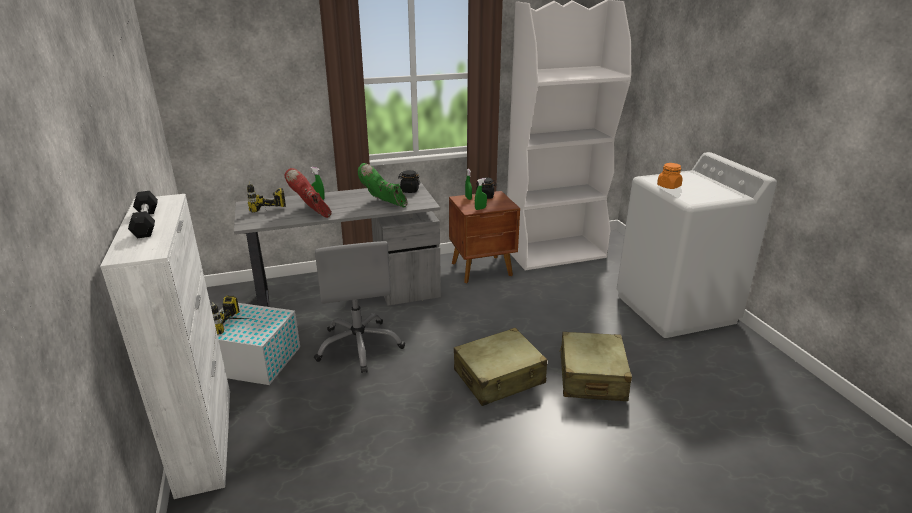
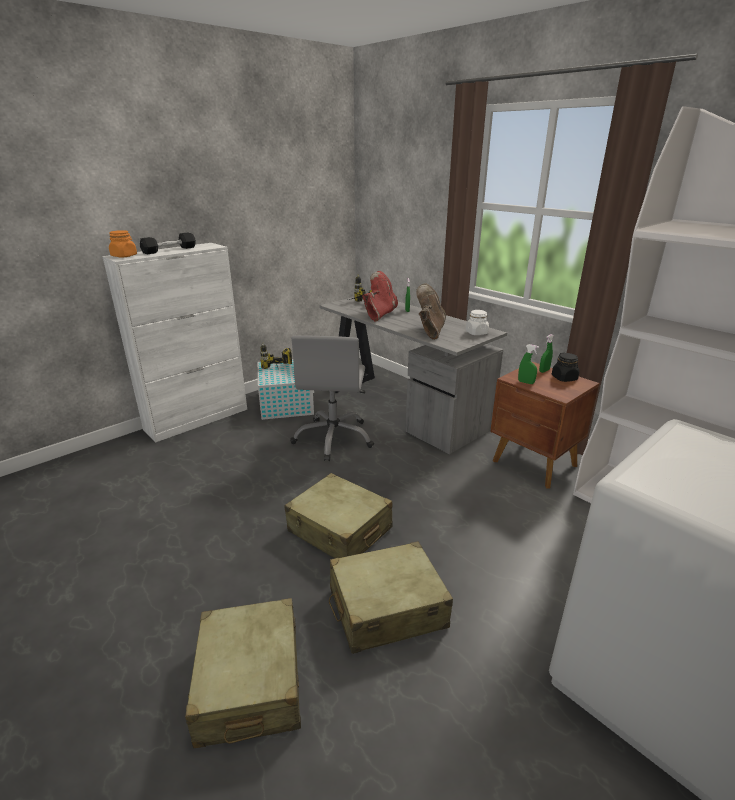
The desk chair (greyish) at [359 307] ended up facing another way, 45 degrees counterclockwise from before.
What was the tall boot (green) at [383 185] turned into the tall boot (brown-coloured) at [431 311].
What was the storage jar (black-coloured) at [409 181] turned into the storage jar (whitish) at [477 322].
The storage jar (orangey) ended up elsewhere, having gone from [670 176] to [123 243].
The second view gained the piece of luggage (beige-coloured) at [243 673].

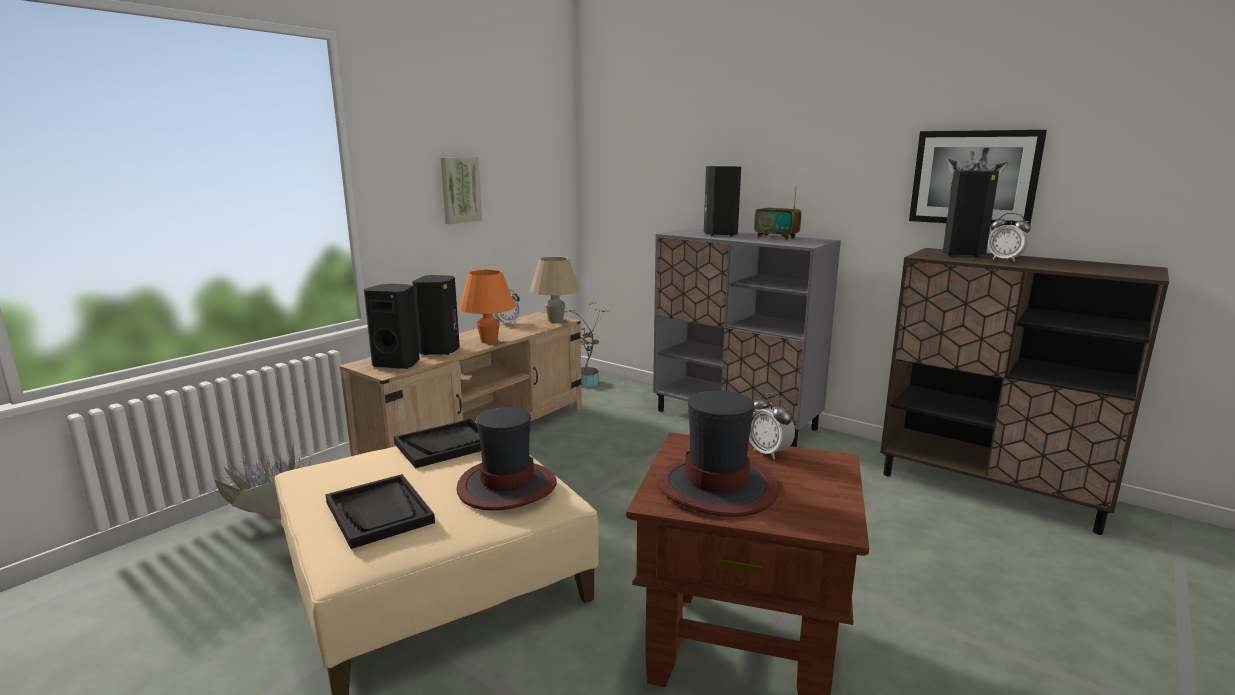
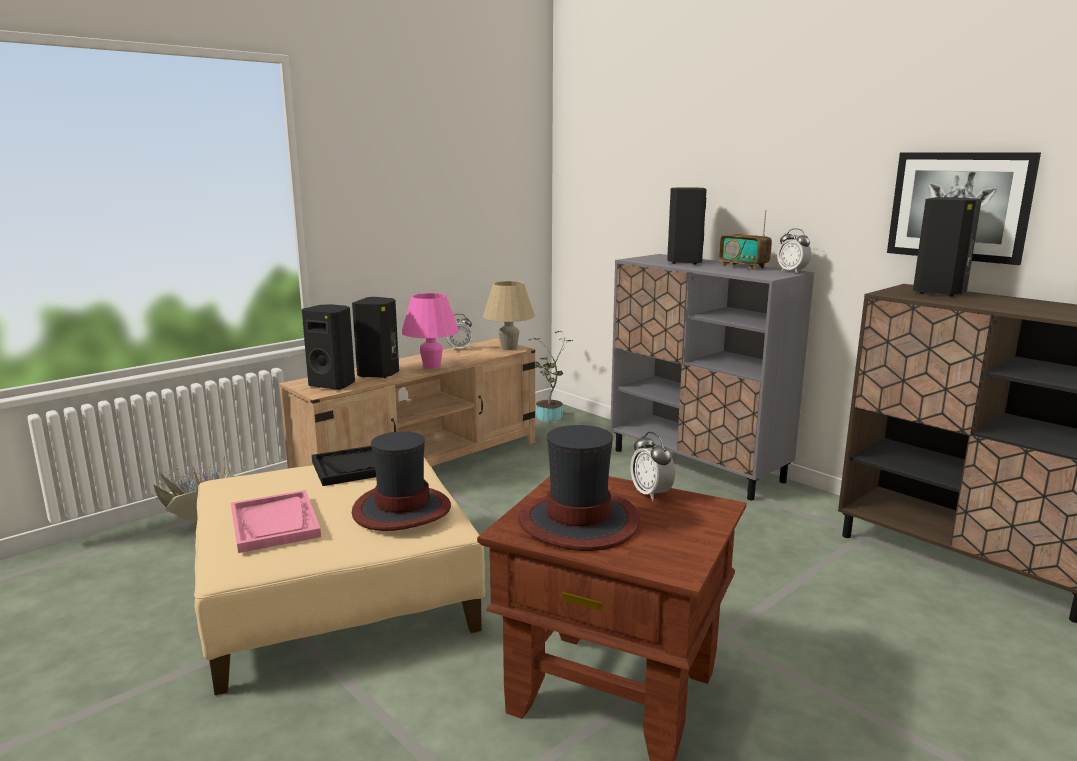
What was the tray (black-coloured) at [380 511] turned into the tray (pink) at [276 521].
The second view lost the wall art at [461 190].
What was the table lamp (orangey) at [487 306] turned into the table lamp (pink) at [430 331].
The alarm clock ended up elsewhere, having gone from [1009 237] to [794 250].

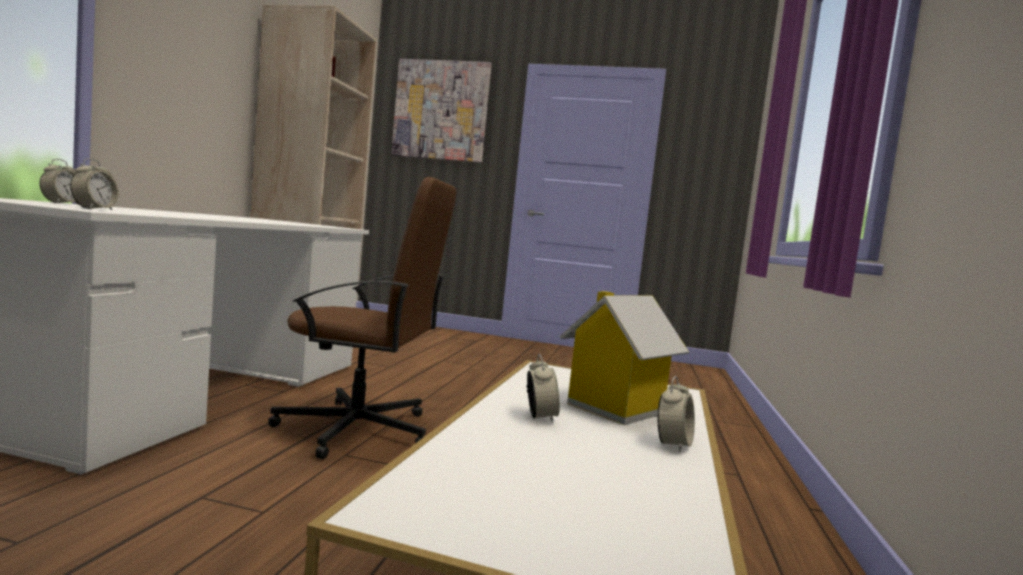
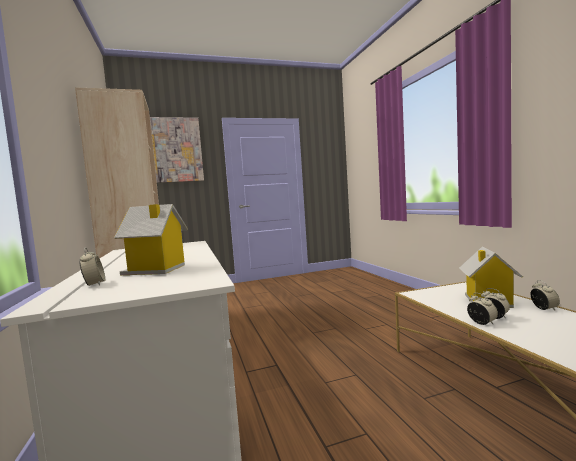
The alarm clock ended up elsewhere, having gone from [94 184] to [482 309].
The second view lost the desk chair (brown-coloured) at [362 318].
The second view gained the toy house at [151 239].

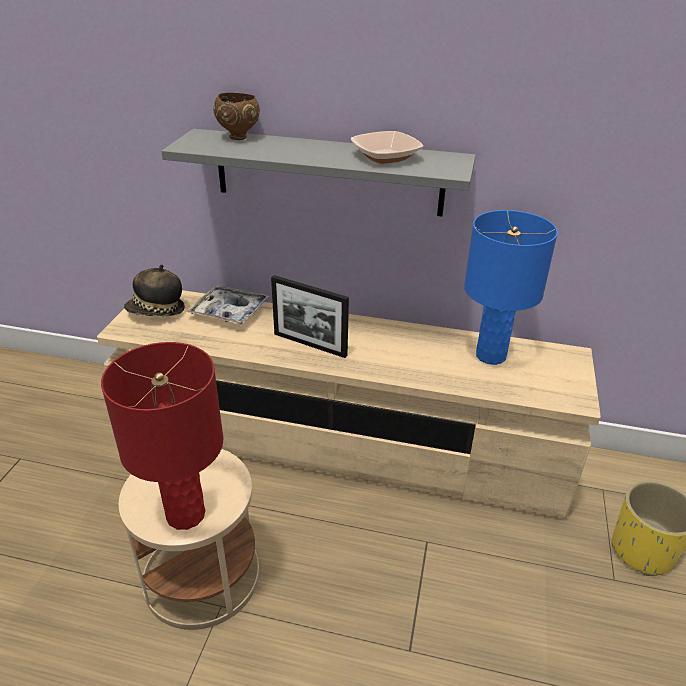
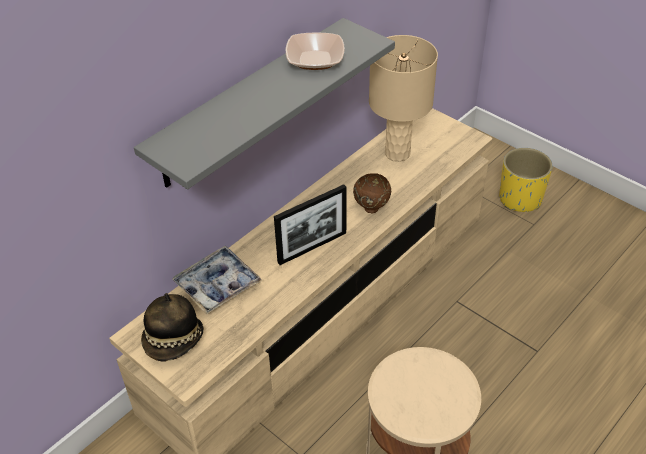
The second view lost the table lamp (reddish) at [162 436].
The serving bowl (brown-coloured) ended up elsewhere, having gone from [237 116] to [372 193].
What was the table lamp (blue) at [511 287] turned into the table lamp (beige-coloured) at [403 98].

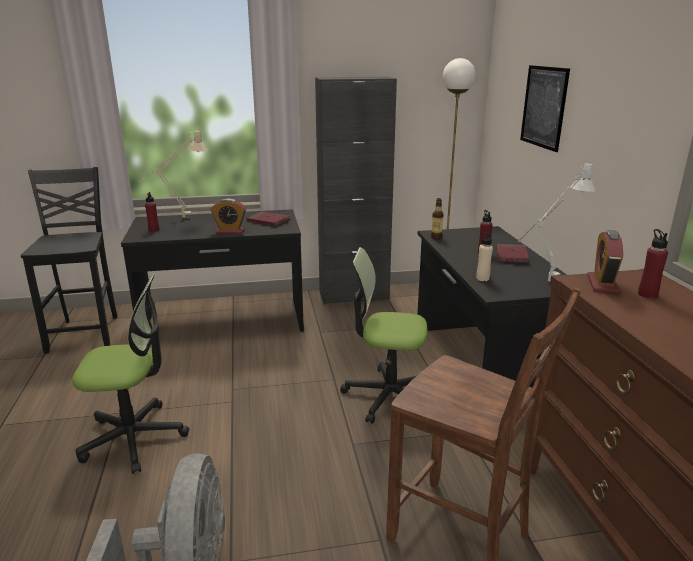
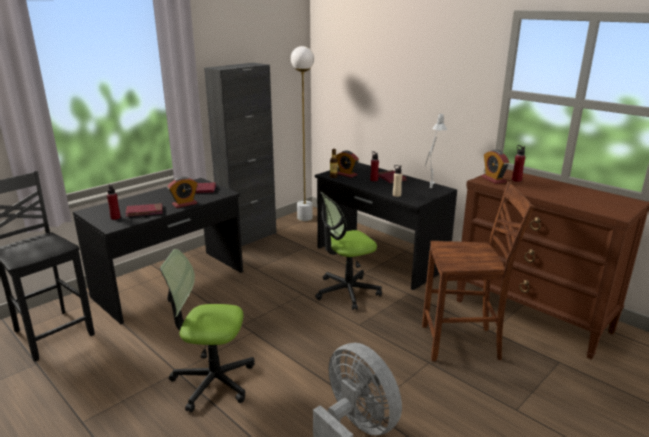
The desk chair at [130 374] ended up facing another way, 135 degrees counterclockwise from before.
The second view lost the table lamp (beige-coloured) at [173 174].
The second view lost the wall art at [545 108].
The second view gained the bound book (reddish) at [144 210].
The second view gained the alarm clock at [347 164].

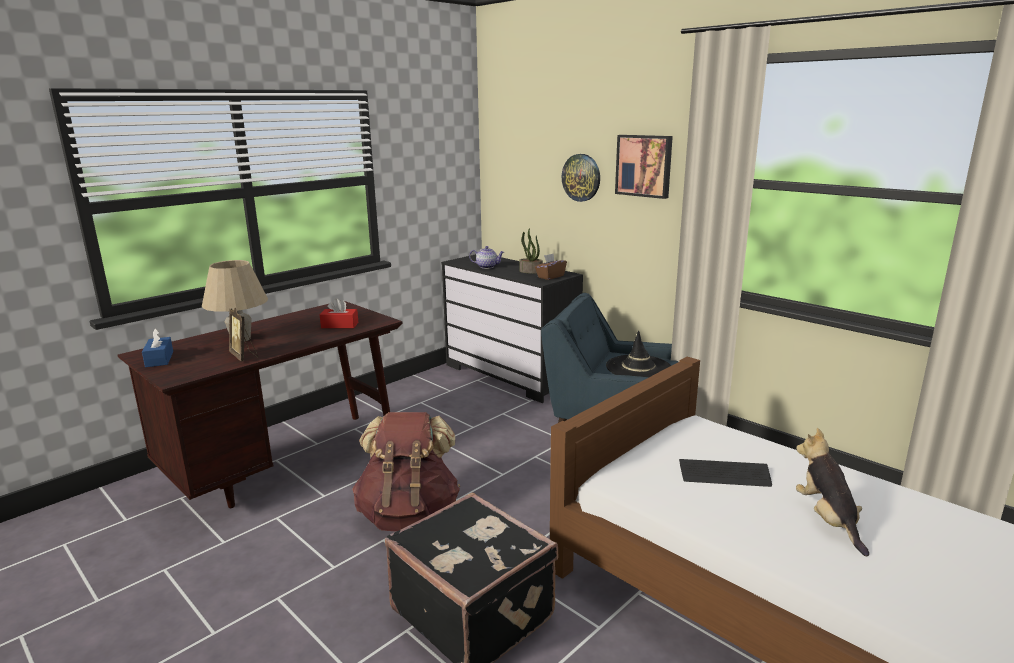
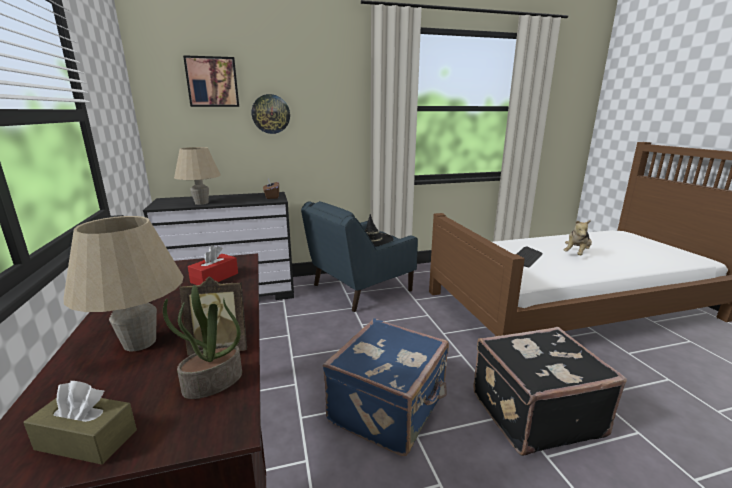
What was the tissue box (blue) at [157 347] turned into the tissue box (brown-coloured) at [80 423].
Where the backpack (brown-coloured) stood at [406 471], the piece of luggage (blue) came to stand at [386 387].
Where the teapot stood at [486 257], the table lamp (beige-coloured) came to stand at [197 176].
The houseplant ended up elsewhere, having gone from [531 251] to [202 342].
The wall art ended up elsewhere, having gone from [644 167] to [211 81].
The plush toy at [832 492] ended up facing another way, 75 degrees counterclockwise from before.

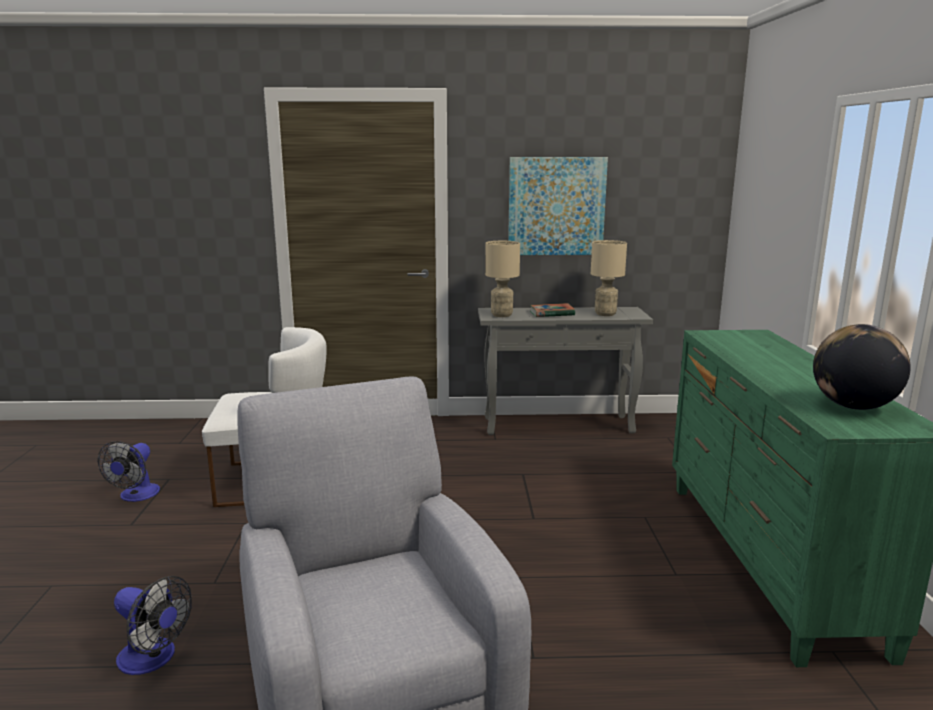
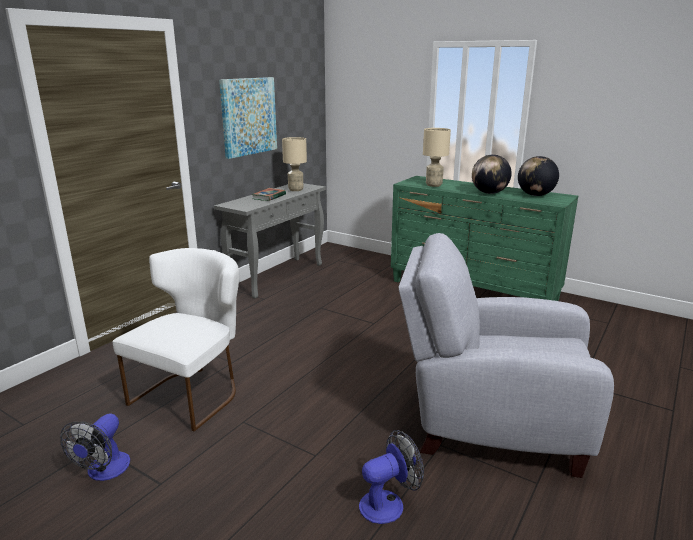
The electric fan at [129 471] ended up facing another way, 60 degrees clockwise from before.
The table lamp (beige-coloured) ended up elsewhere, having gone from [502 279] to [437 157].
The second view gained the desk globe at [492 174].

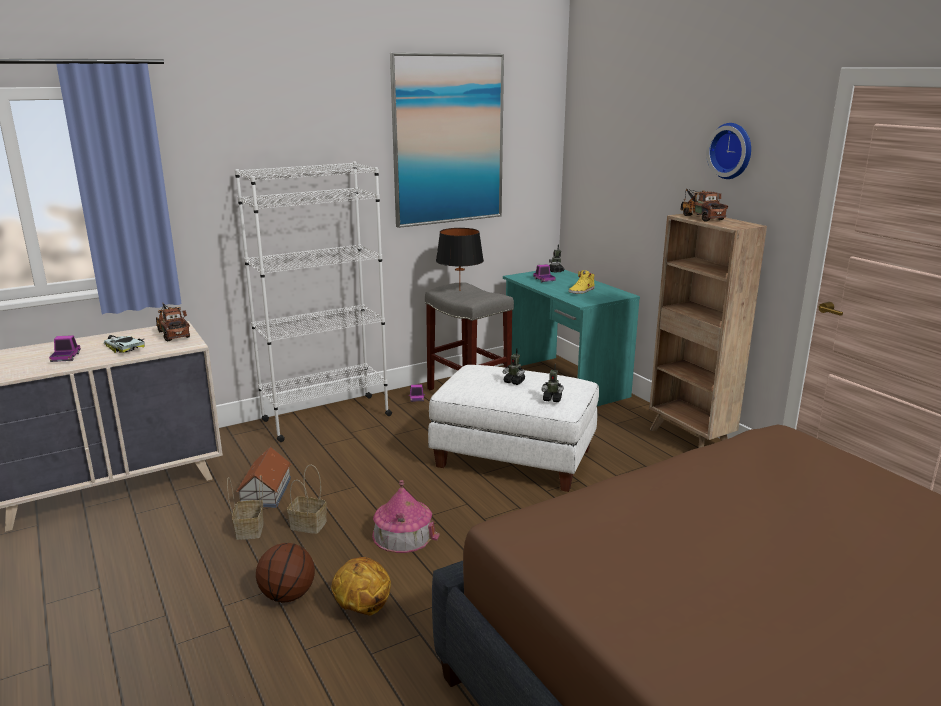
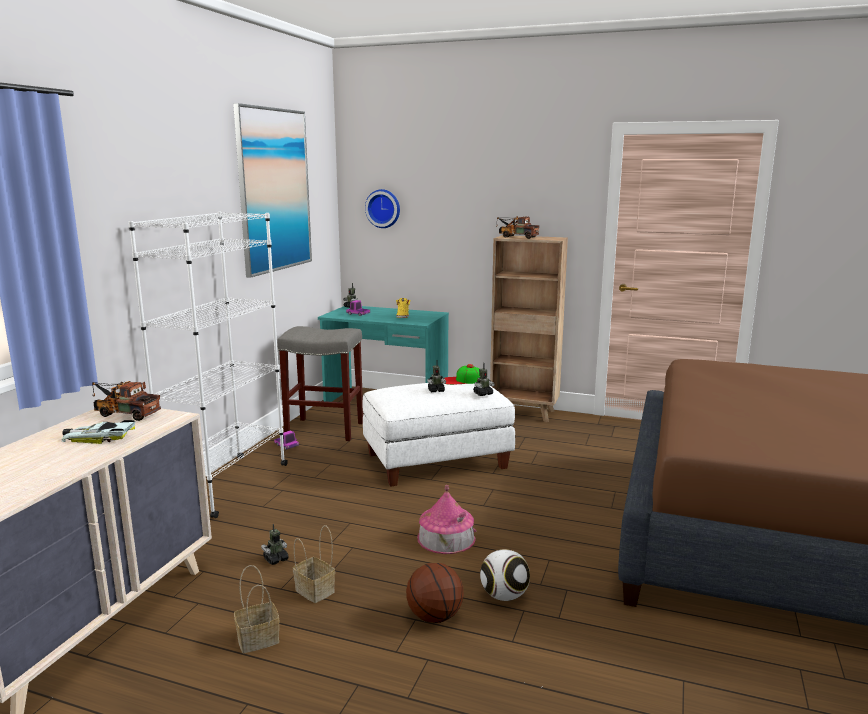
The second view lost the toy lorry at [65 348].
Where the toy house stood at [264 477], the toy robot came to stand at [275 544].
The basket ended up elsewhere, having gone from [307 499] to [256 609].
Where the ball for basketball stood at [361 586], the football came to stand at [505 575].
The second view lost the table lamp (black-coloured) at [460 252].
The hanging clock ended up elsewhere, having gone from [728 151] to [382 208].
The second view gained the baseball cap at [462 374].

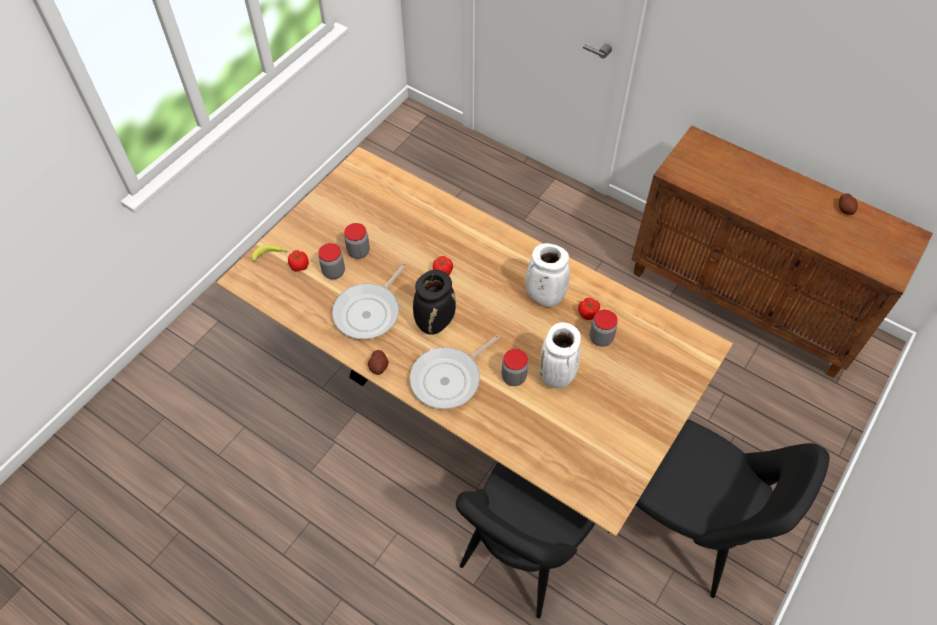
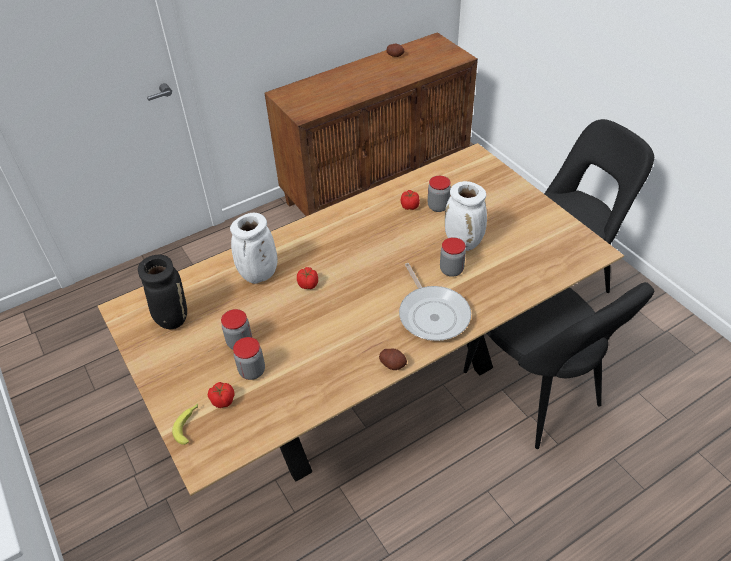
The second view lost the skillet at [369 300].
The flower vase (black-coloured) ended up elsewhere, having gone from [434 302] to [162 292].
The flower vase (whitish) ended up elsewhere, having gone from [548 275] to [254 248].

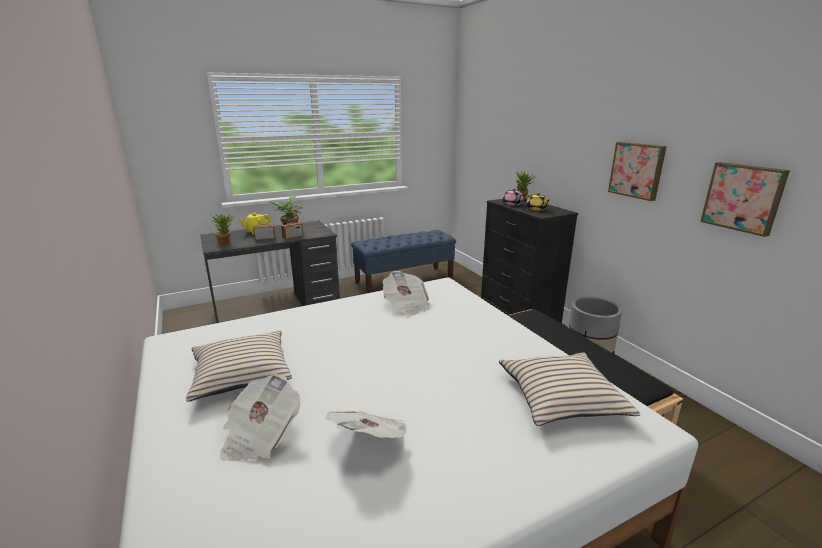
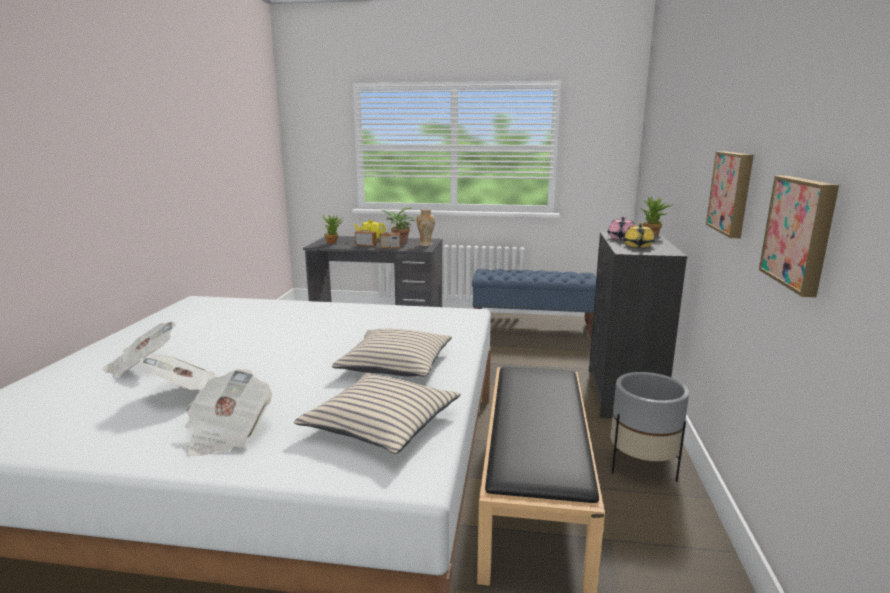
The throw pillow (beige-coloured) ended up elsewhere, having gone from [239 366] to [392 353].
The printed paper ended up elsewhere, having gone from [406 293] to [228 412].
The second view gained the flower vase at [426 227].

